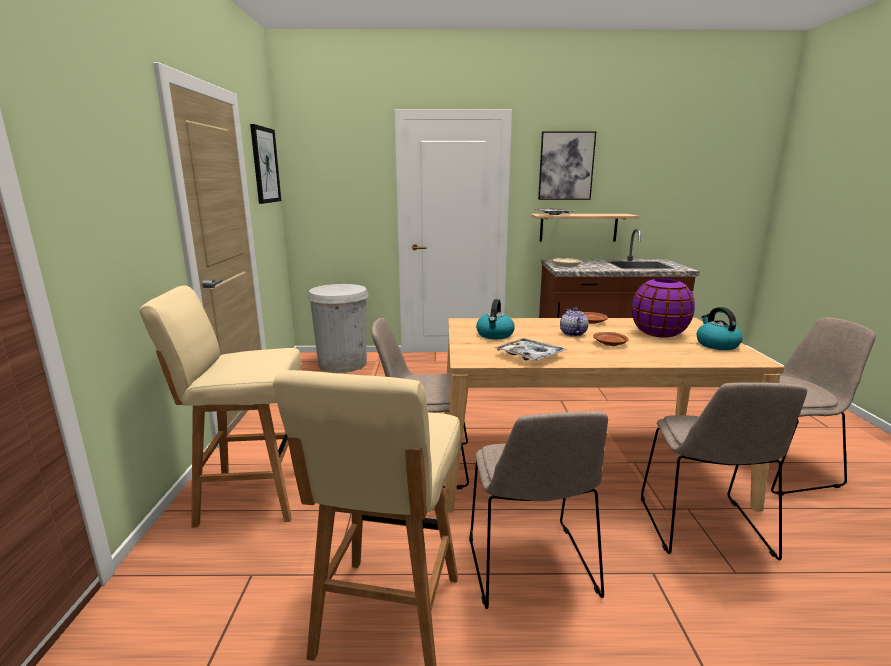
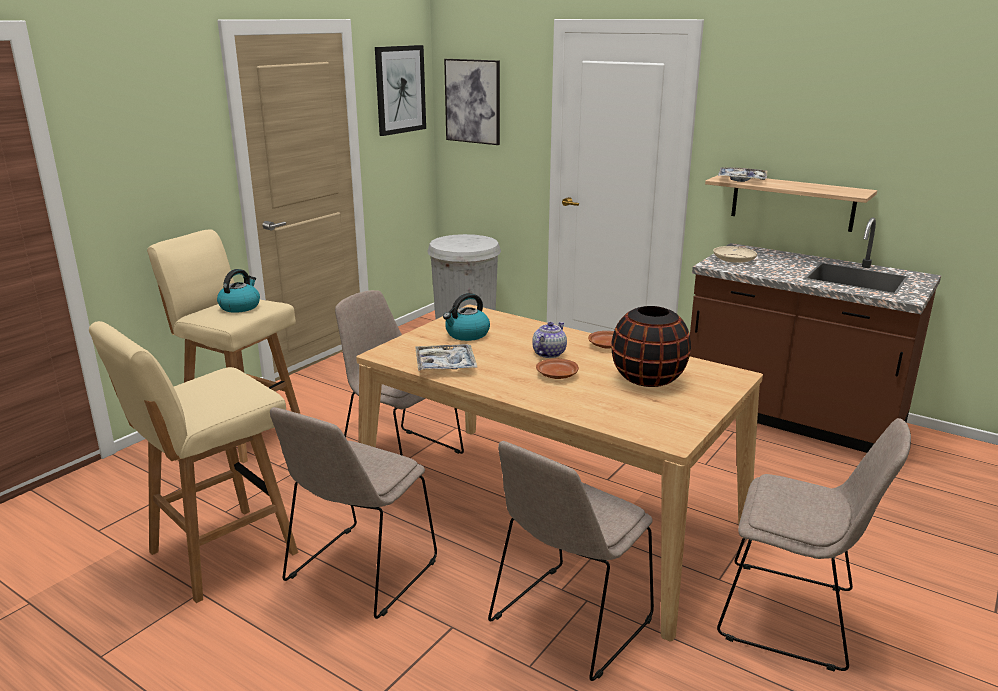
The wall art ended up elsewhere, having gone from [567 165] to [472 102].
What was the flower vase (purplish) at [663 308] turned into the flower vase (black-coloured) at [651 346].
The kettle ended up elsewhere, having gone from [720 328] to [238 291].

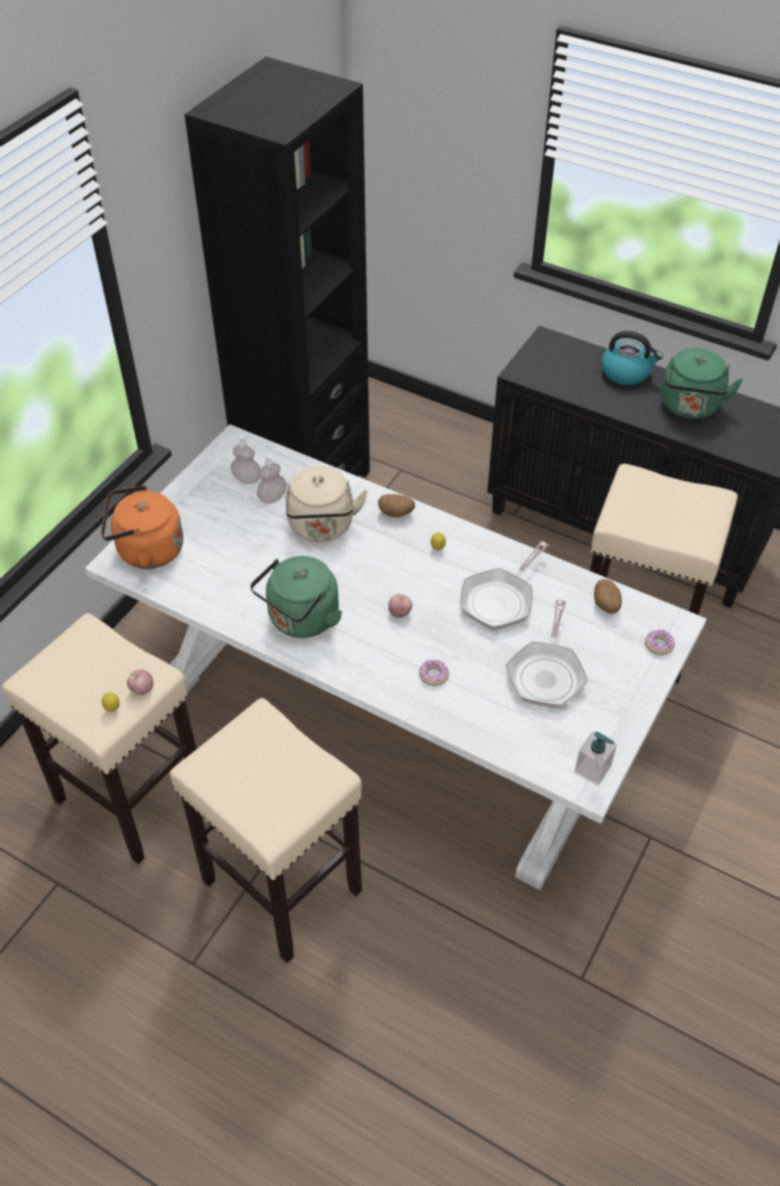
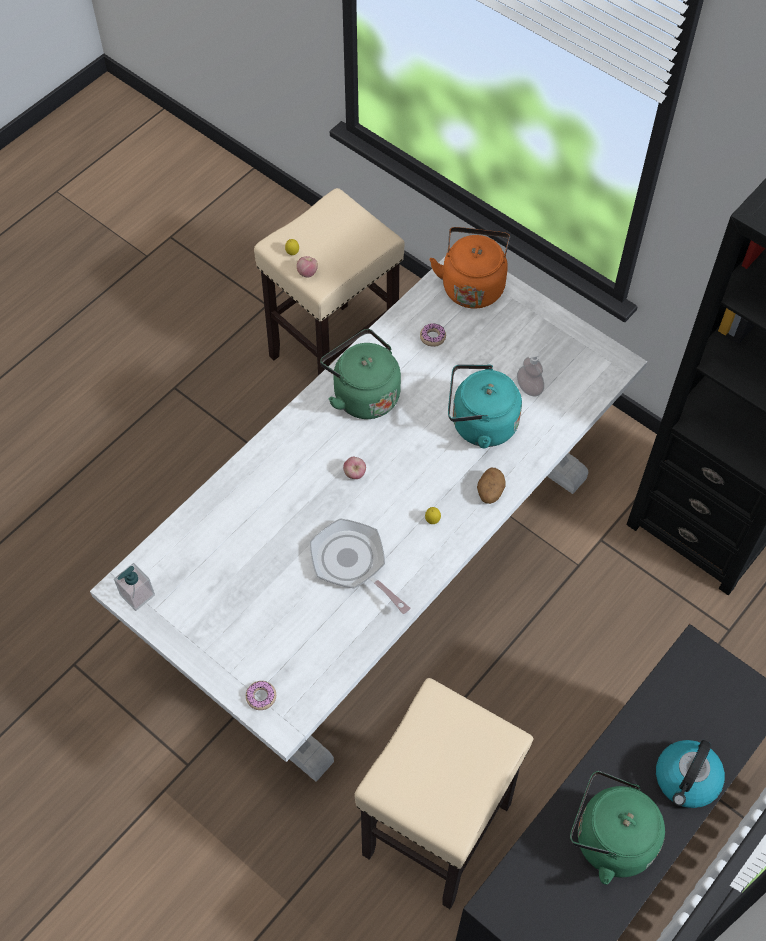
The second view lost the stool (beige-coloured) at [266 830].
The second view lost the soap dispenser at [246 458].
What was the kettle (beige-coloured) at [327 504] turned into the kettle (blue-green) at [485 406].
The doughnut ended up elsewhere, having gone from [434 673] to [433 335].
The second view lost the skillet at [547 654].
The second view lost the spud at [608 596].

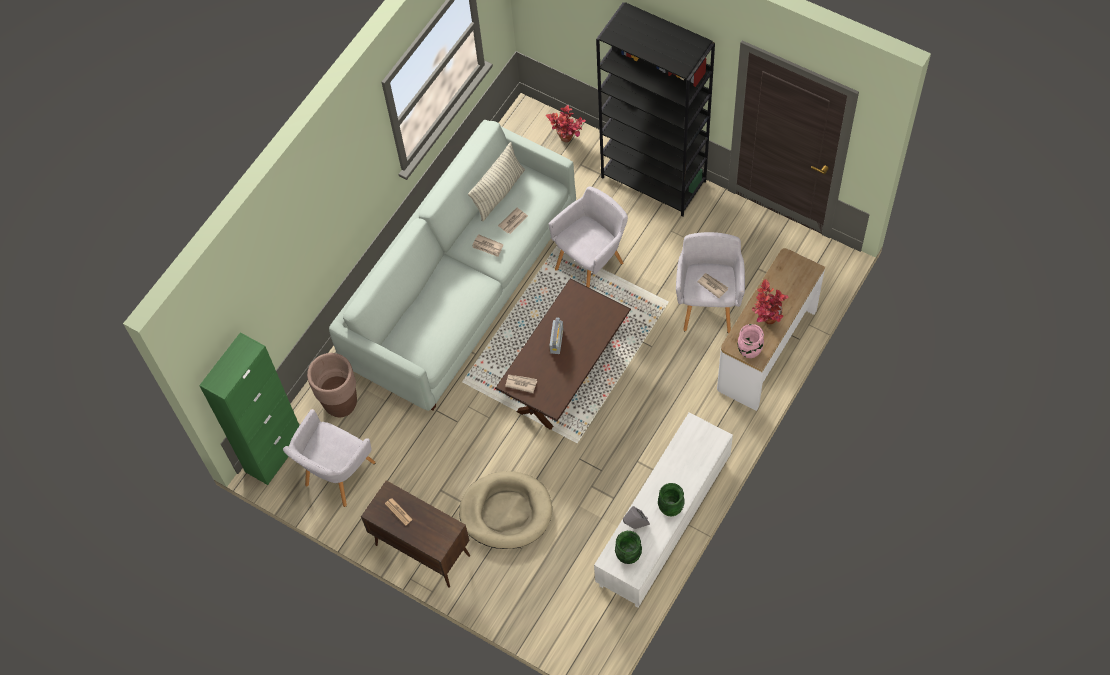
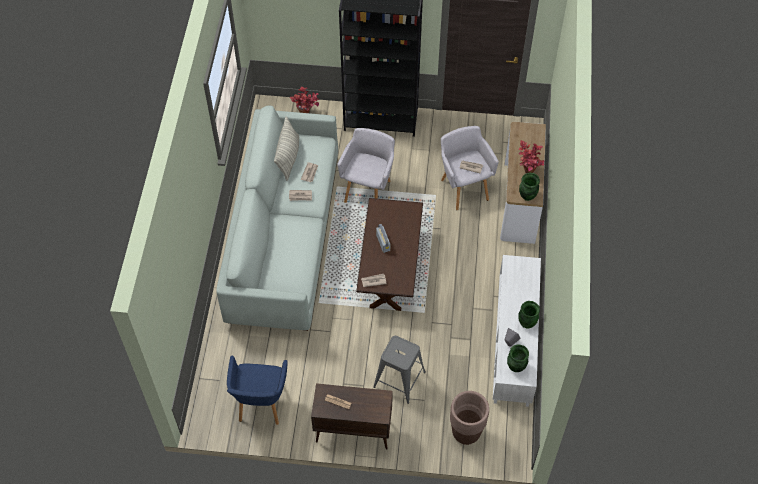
The second view lost the storage cabinet (green) at [249 408].
What was the lounge chair (greyish) at [329 458] turned into the lounge chair (blue) at [257 390].
The flower pot (brown-coloured) ended up elsewhere, having gone from [332 385] to [469 418].
Where the pet bed (beige-coloured) stood at [505 510], the stool (greyish) came to stand at [399 370].
What was the flower vase (pink) at [750 341] turned into the flower vase (green) at [529 187].

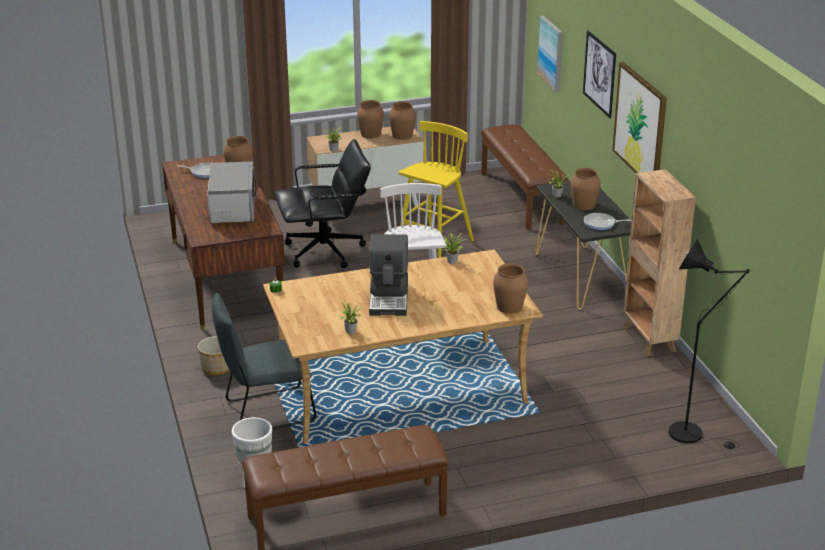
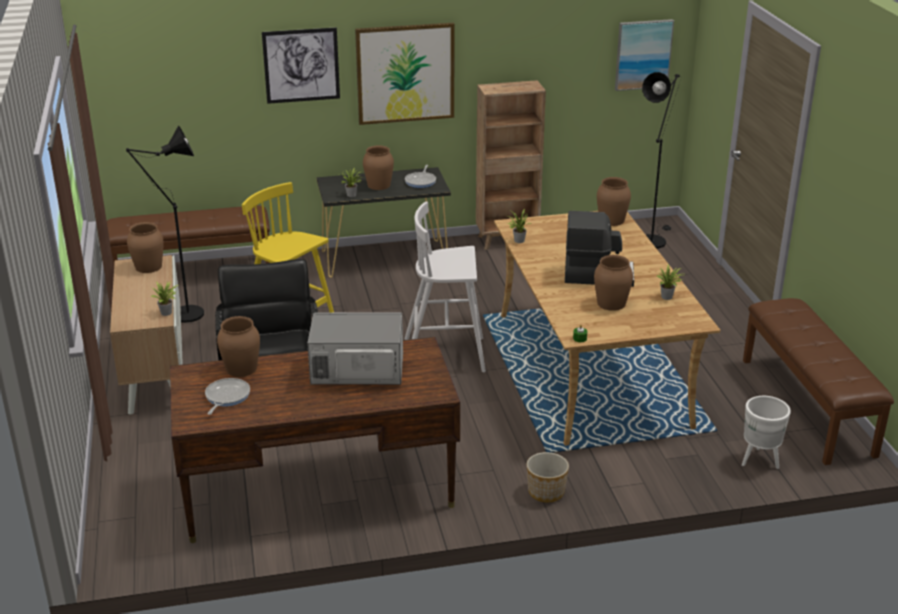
The second view lost the upright chair (greyish) at [264 361].
The flower vase (brown-coloured) ended up elsewhere, having gone from [370 119] to [613 283].
The wall art ended up elsewhere, having gone from [550 54] to [644 55].
The second view gained the standing lamp (black-coloured) at [165 224].

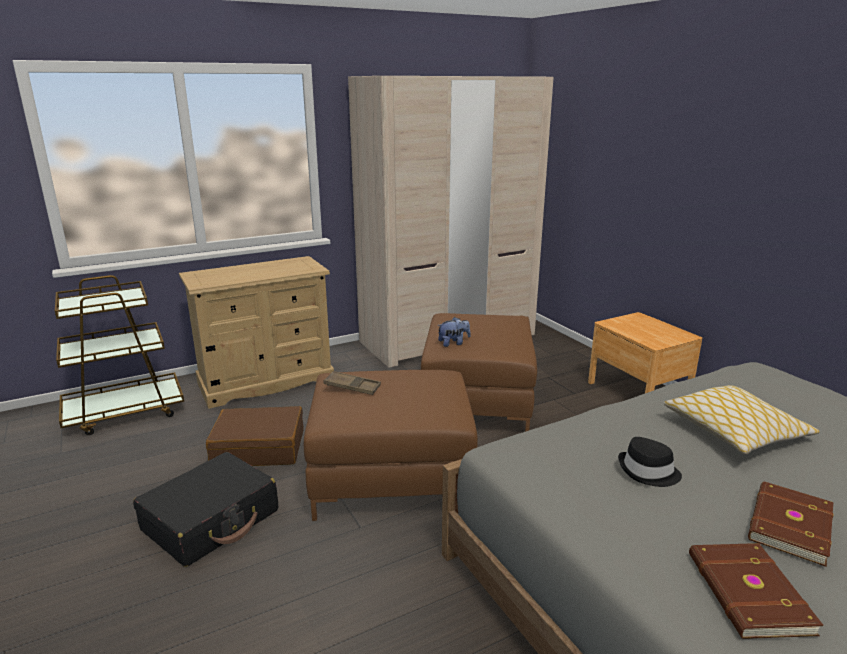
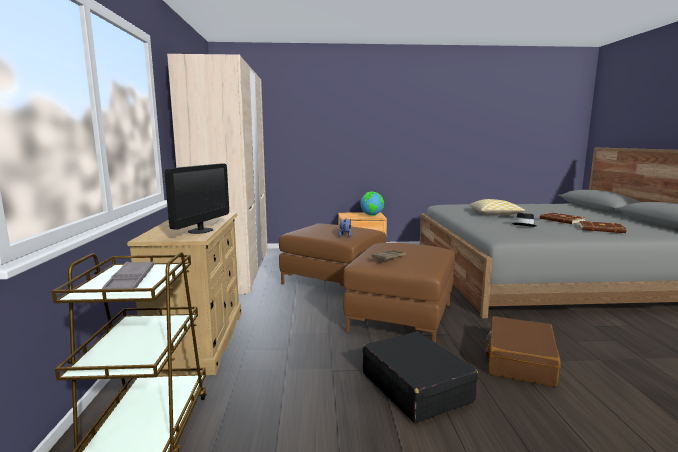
The piece of luggage (brown-coloured) ended up elsewhere, having gone from [255 436] to [523 351].
The second view gained the tray (greyish) at [128 275].
The second view gained the monitor at [197 198].
The second view gained the desk globe at [372 203].

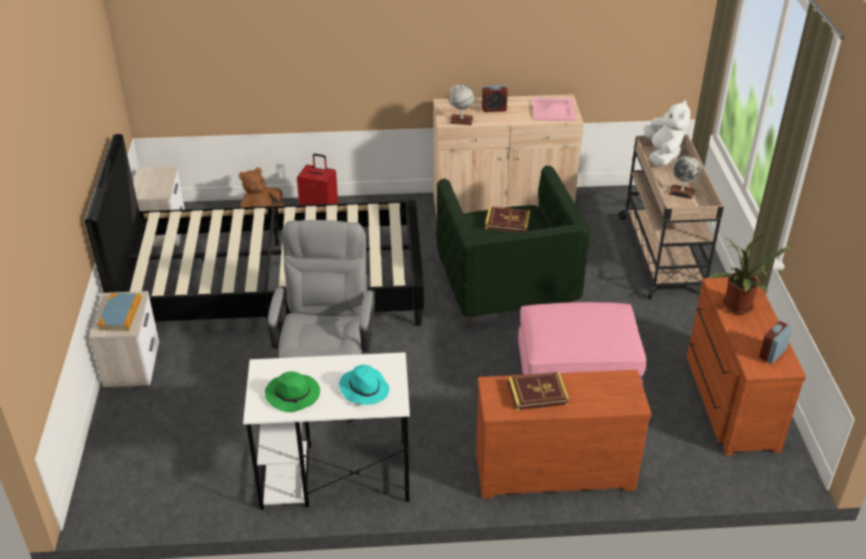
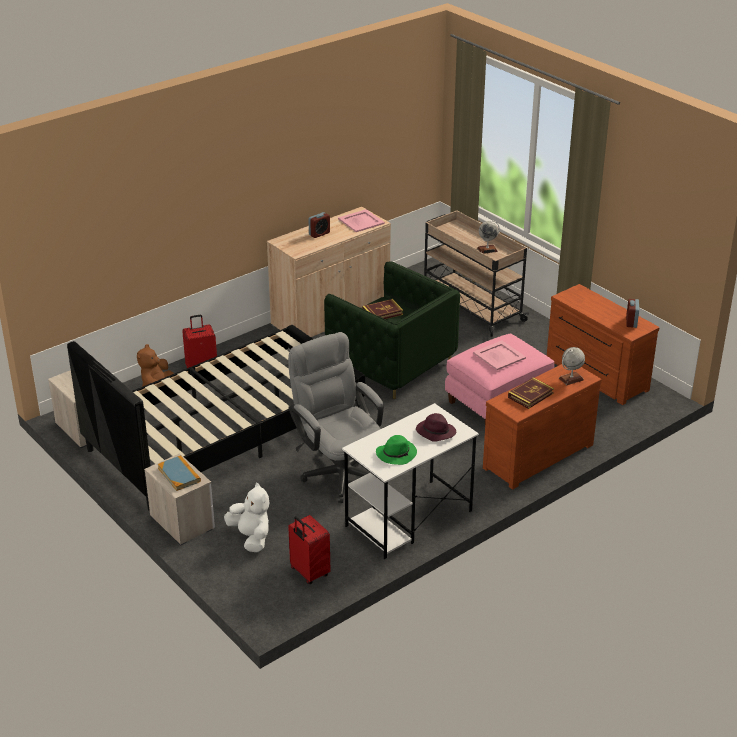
What was the clothing hat (blue-green) at [364 385] turned into the clothing hat (purplish) at [436 427].
The desk globe ended up elsewhere, having gone from [461 105] to [572 366].
The plush toy (whitish) ended up elsewhere, having gone from [667 133] to [246 517].
The second view lost the houseplant at [750 273].
The second view gained the piece of luggage (reddish) at [309 549].
The second view gained the tray (pink) at [499 355].

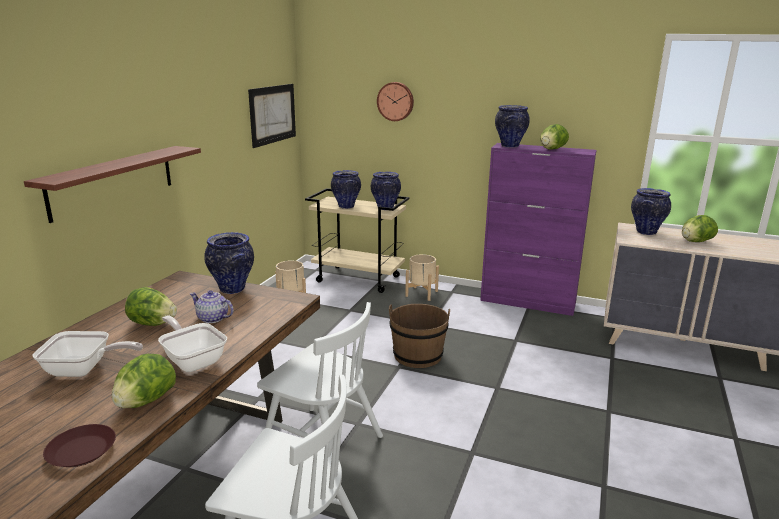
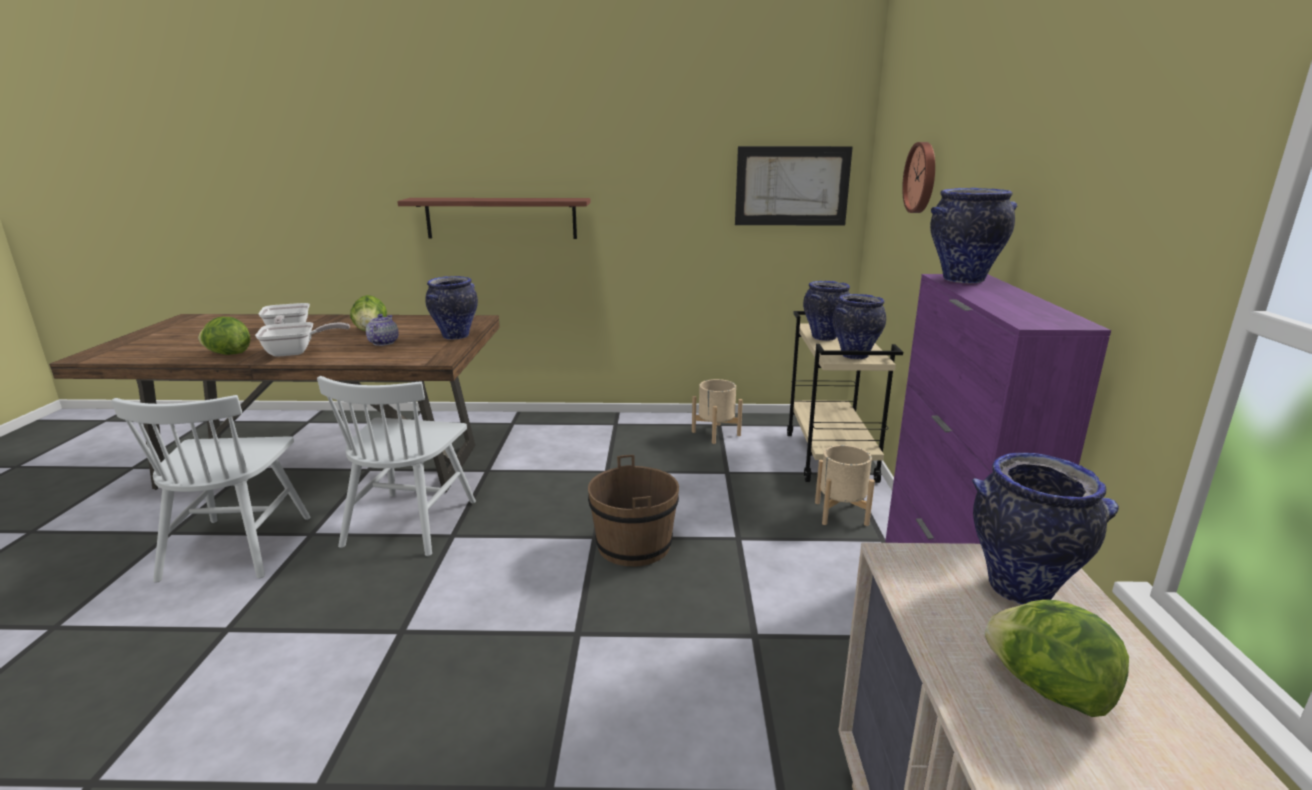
The second view lost the dinner plate (brown-coloured) at [79 445].
The skillet at [192 343] ended up facing another way, 45 degrees clockwise from before.
The second view lost the lettuce head at [554 137].

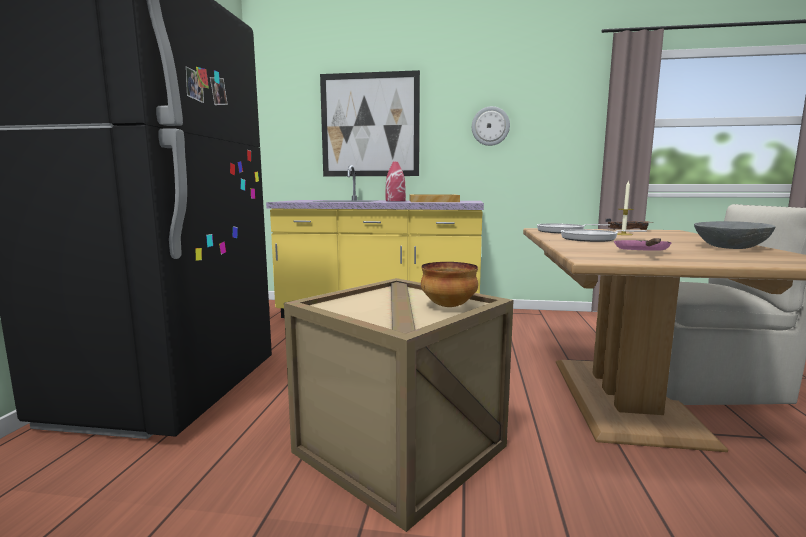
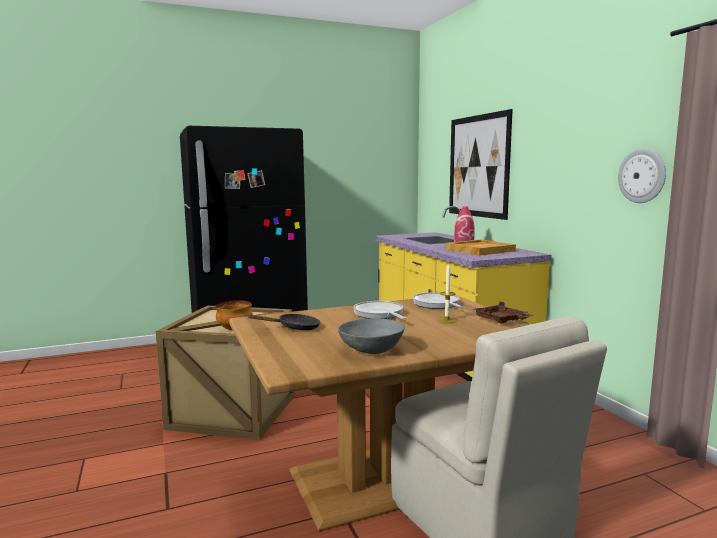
The hanging clock ended up elsewhere, having gone from [491 126] to [642 175].
What was the skillet (pink) at [642 244] turned into the skillet (black-coloured) at [284 322].

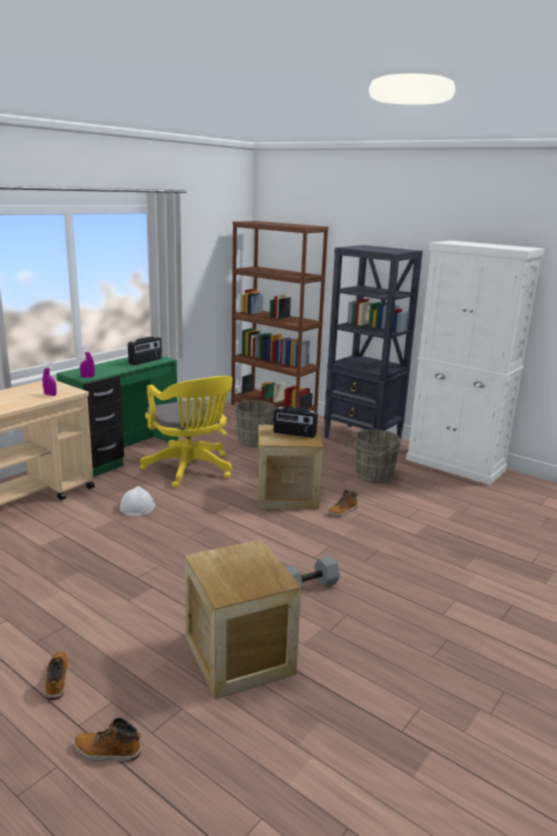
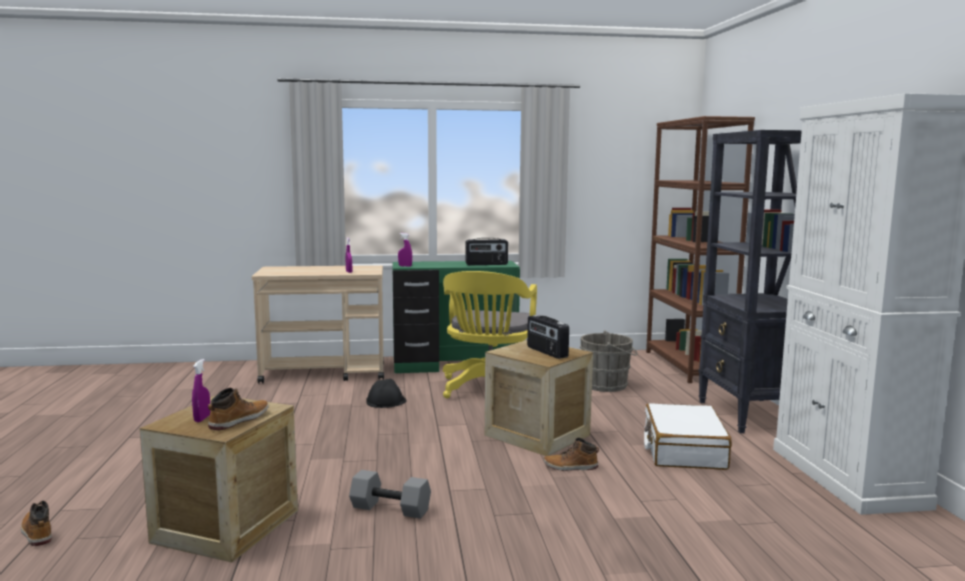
The tall boot ended up elsewhere, having gone from [57 675] to [238 409].
What was the work helmet (whitish) at [137 501] turned into the work helmet (black-coloured) at [386 393].
Where the pail (greyish) stood at [375 456], the piece of luggage (whitish) came to stand at [688 436].
The second view gained the sprayer (purplish) at [201 390].

